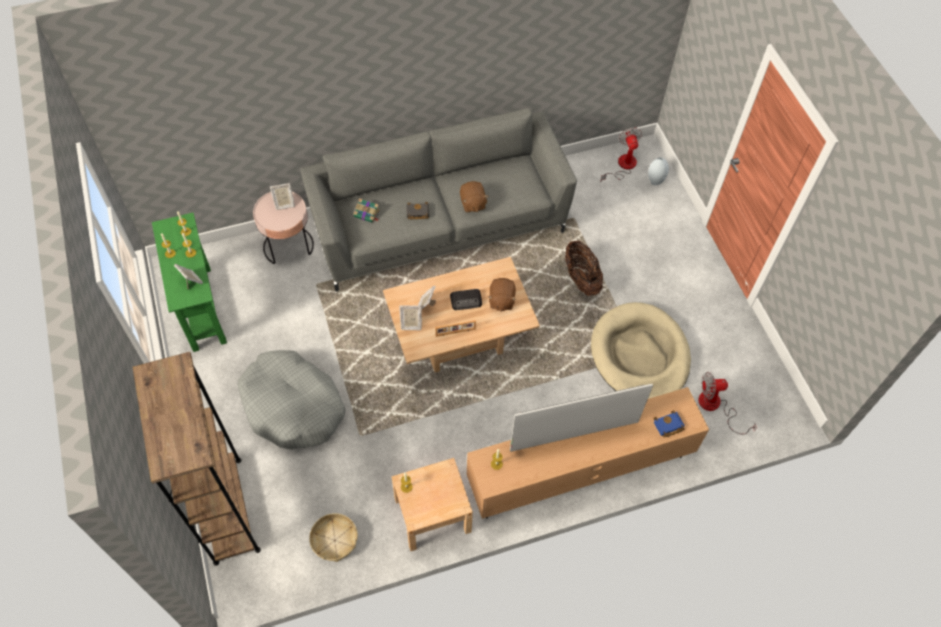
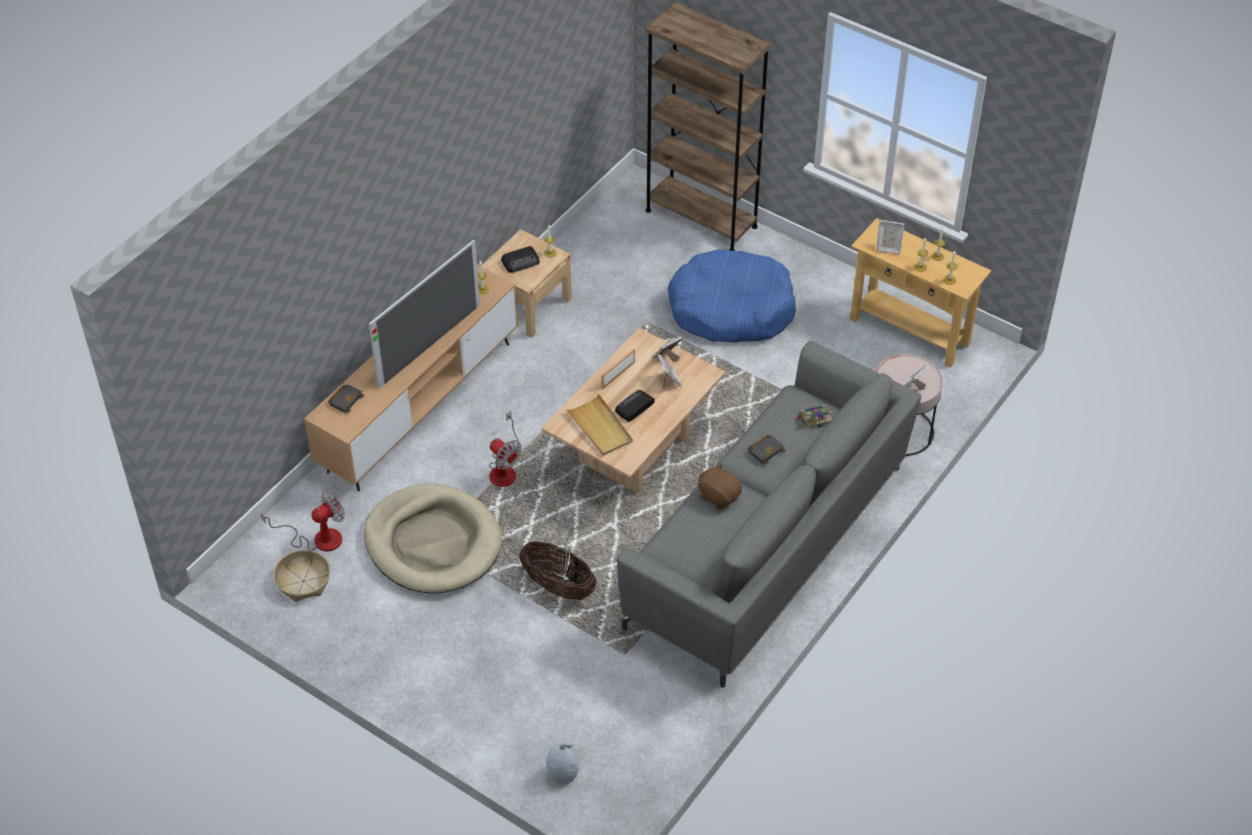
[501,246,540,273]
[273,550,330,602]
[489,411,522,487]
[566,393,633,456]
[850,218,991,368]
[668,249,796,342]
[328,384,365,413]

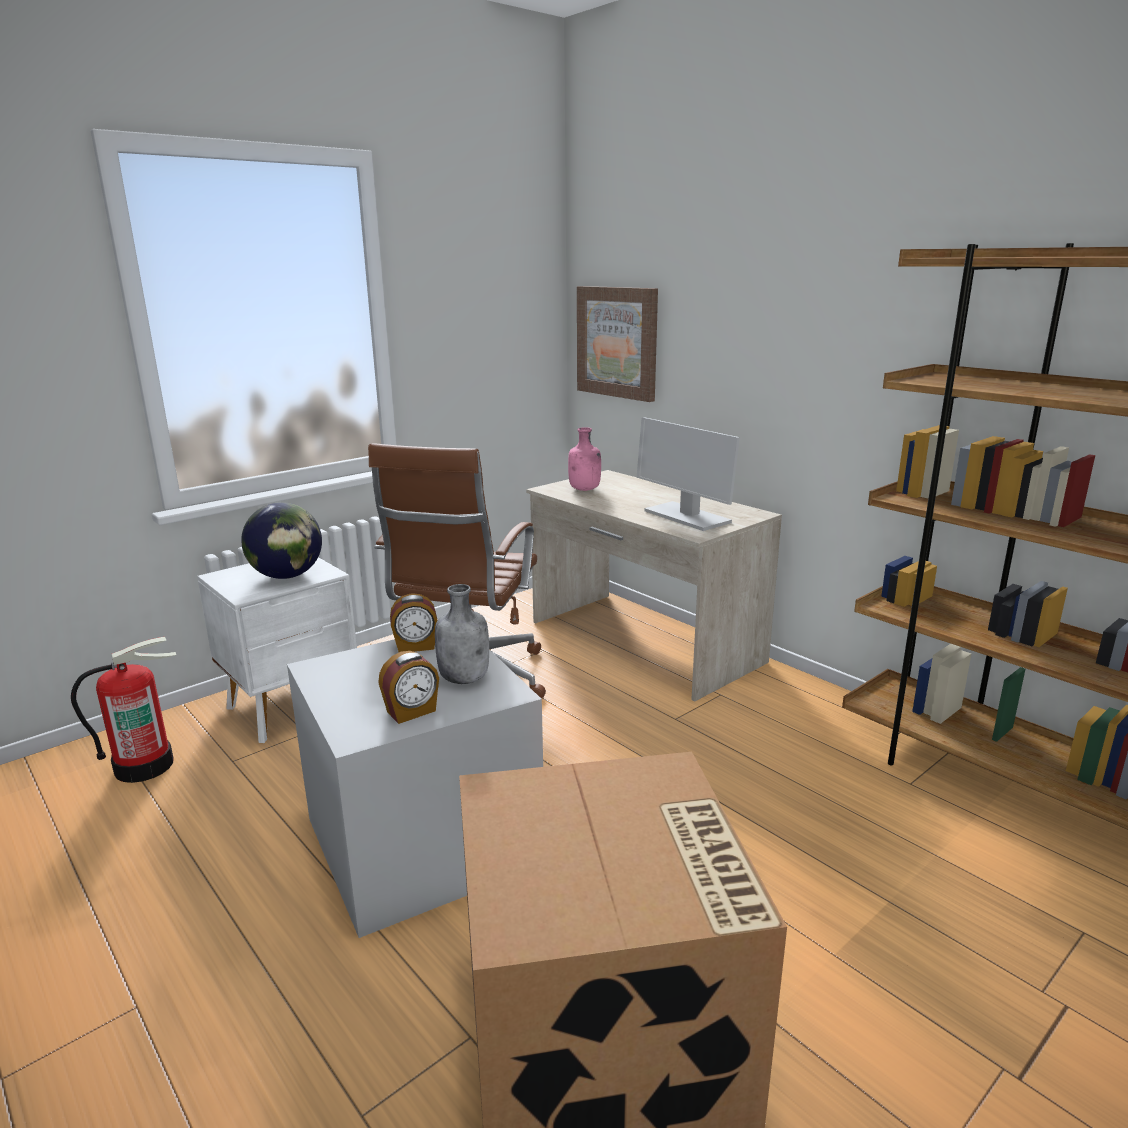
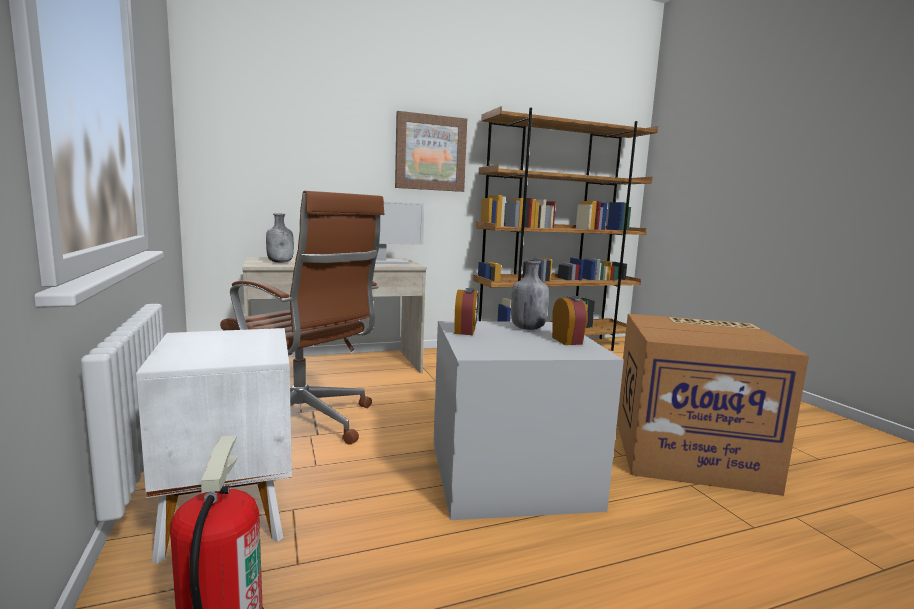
[241,502,322,579] (first image)
[395,111,467,192]
[266,213,294,263]

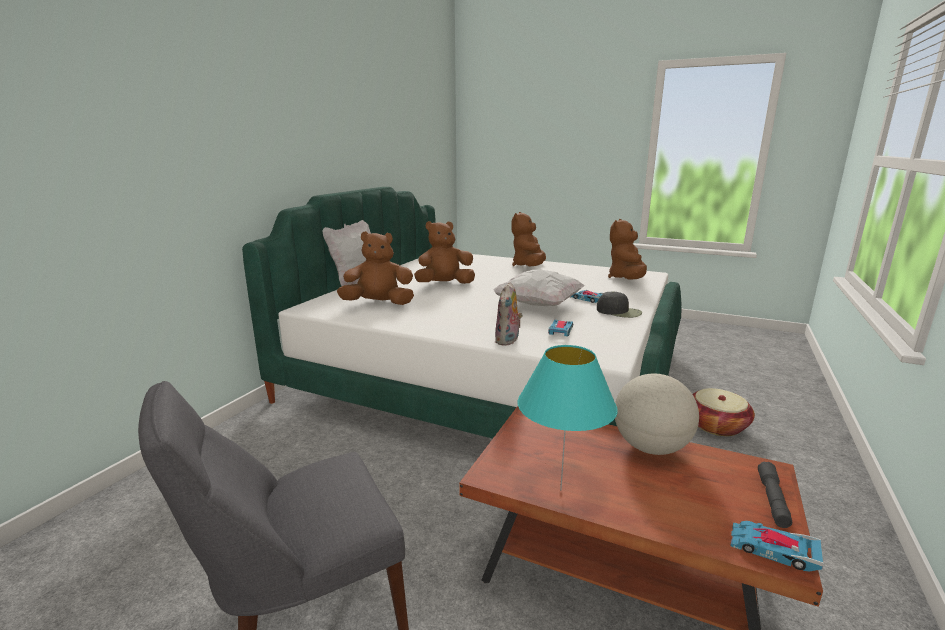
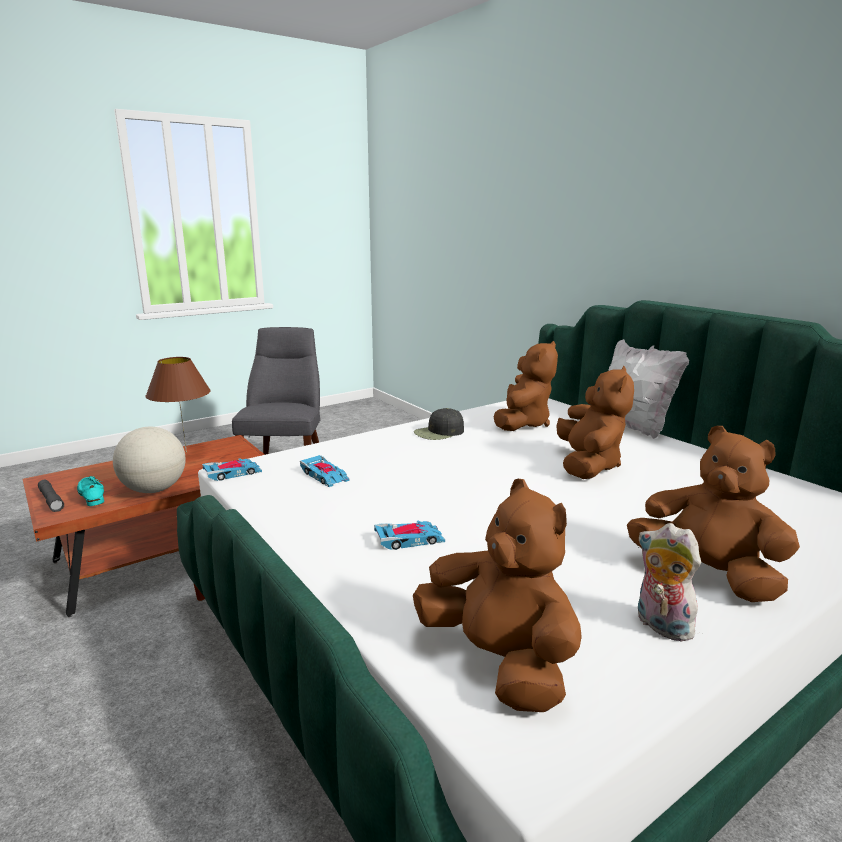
[493,270,585,306] (first image)
[692,388,755,436] (first image)
[77,476,104,506]
[638,523,701,642]
[414,408,464,440]
[202,458,262,481]
[146,357,211,453]

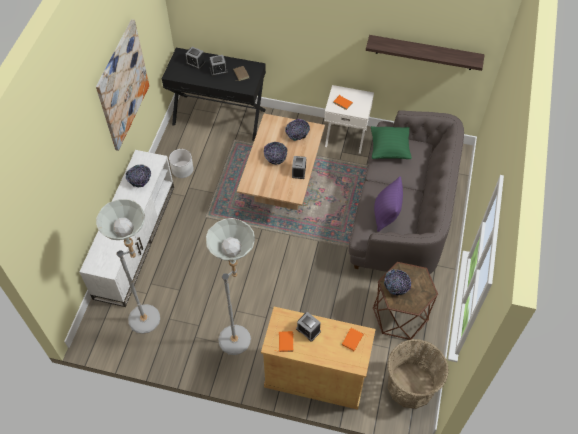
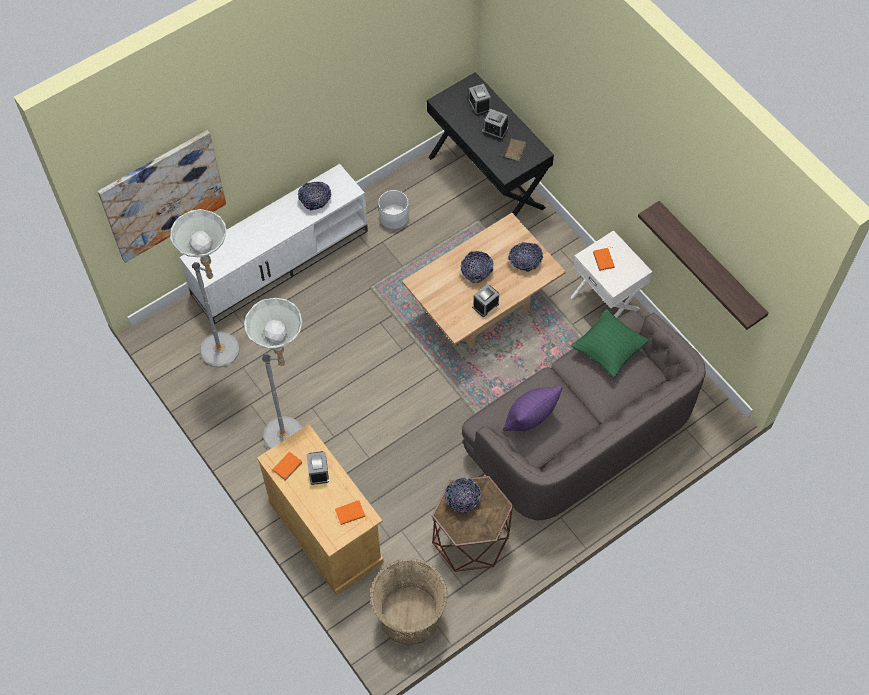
[98,130,226,263]

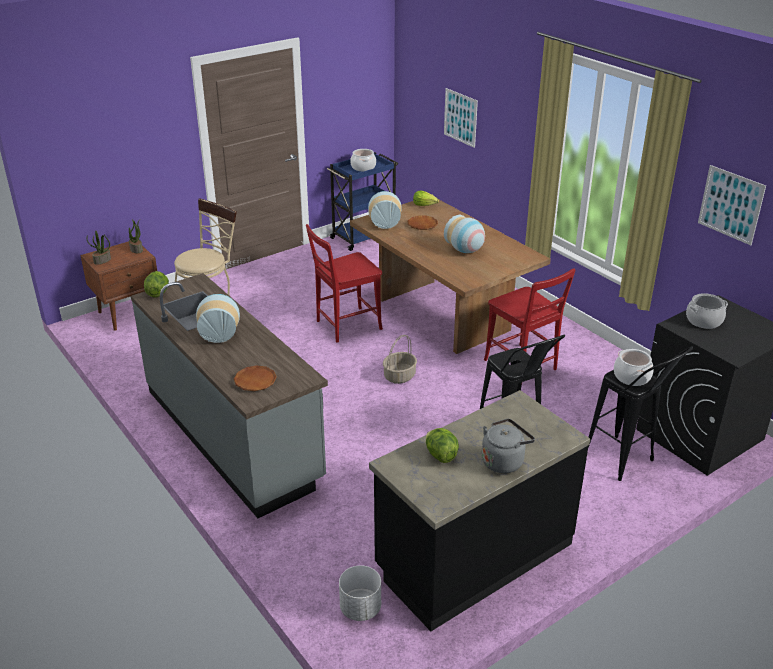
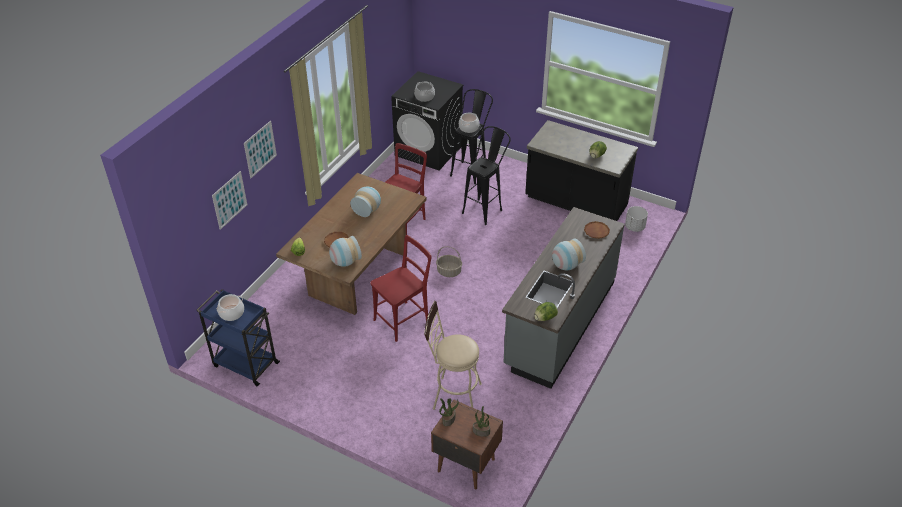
[482,419,535,473] (first image)
[244,121,277,178]
[370,235,431,342]

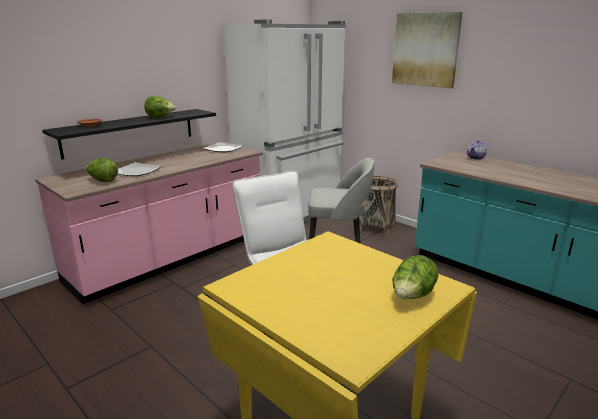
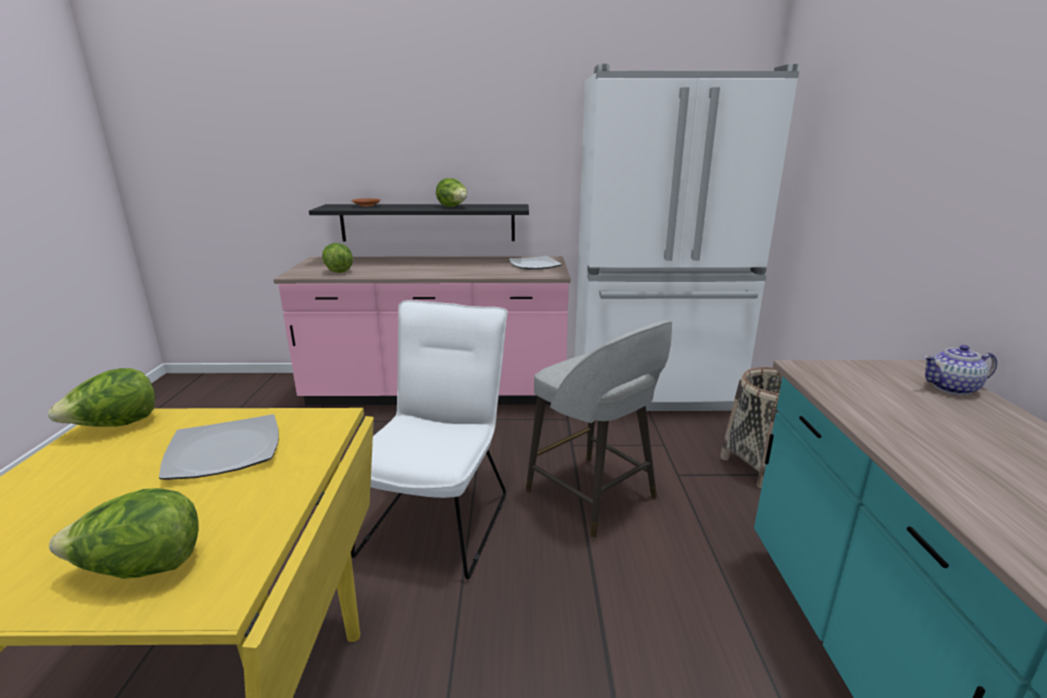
[392,12,463,89] (first image)
[48,368,155,427]
[159,414,279,480]

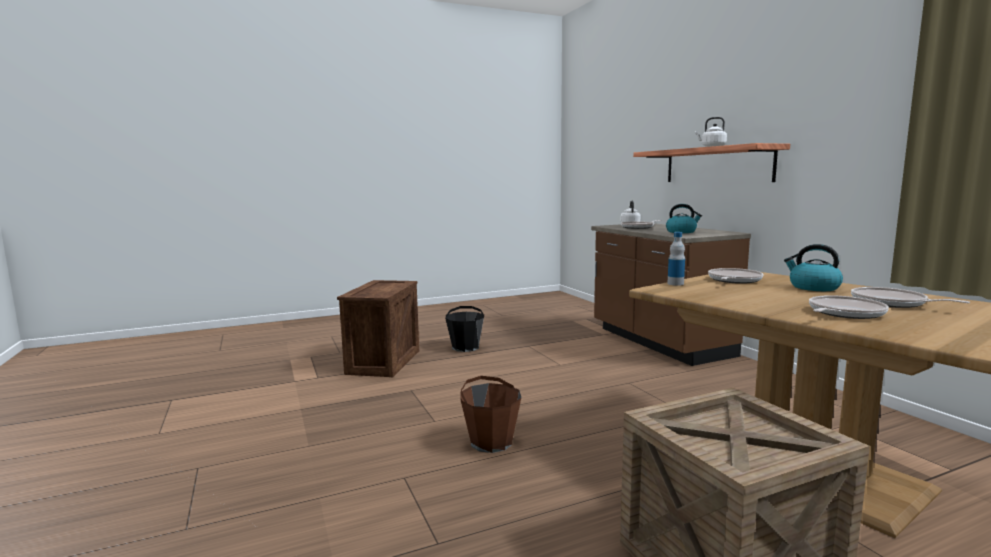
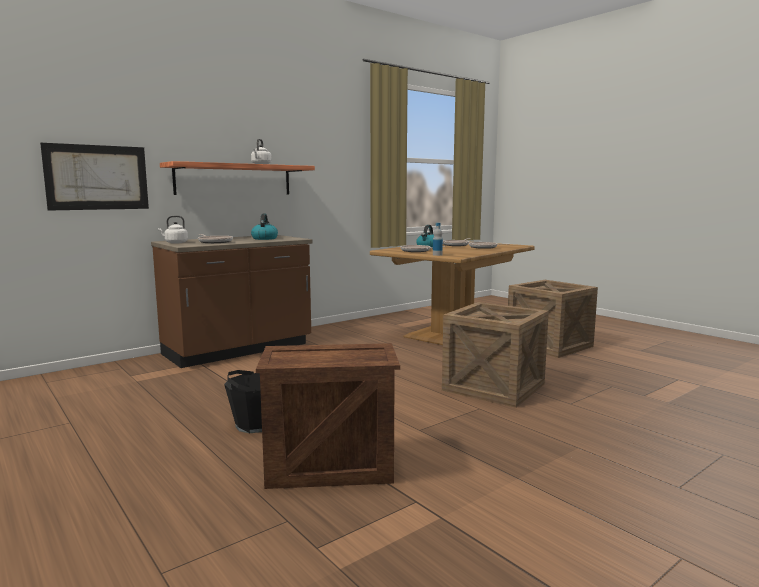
[40,143,149,211]
[442,302,549,408]

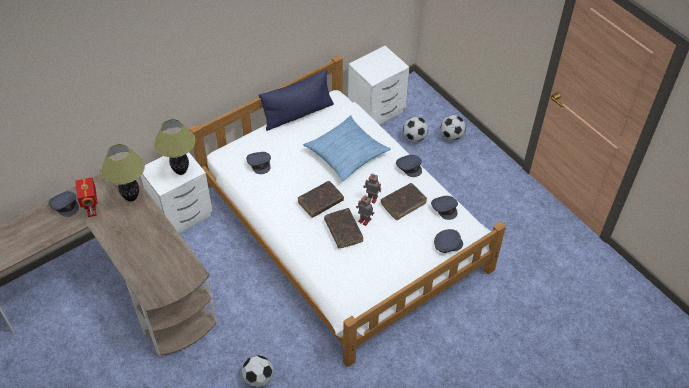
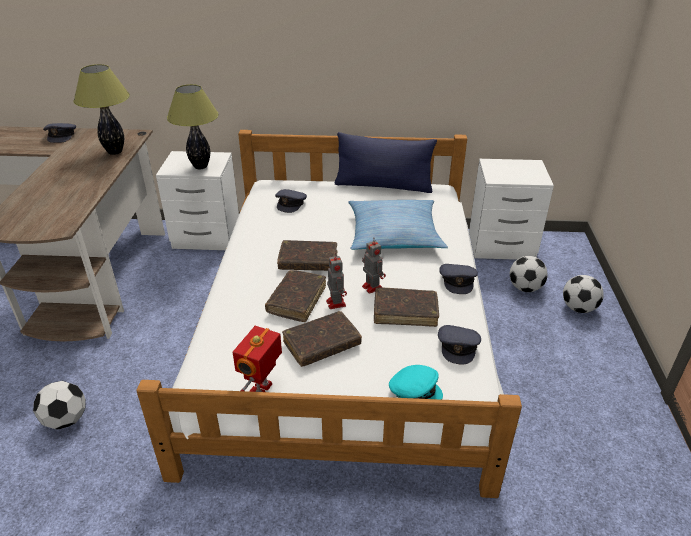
[282,311,362,367]
[233,326,282,392]
[389,365,443,400]

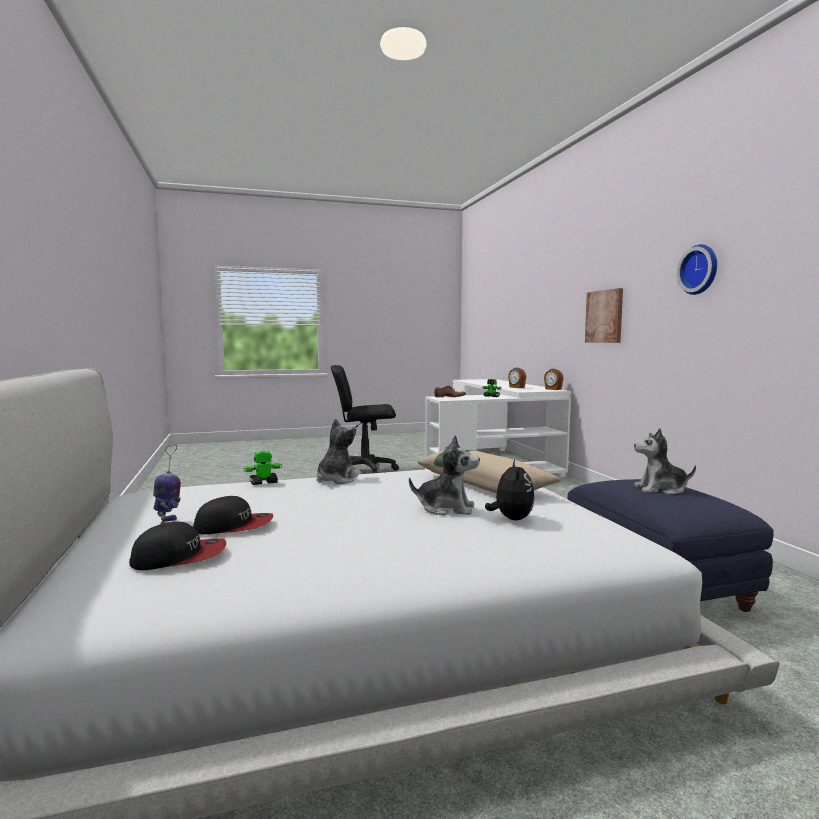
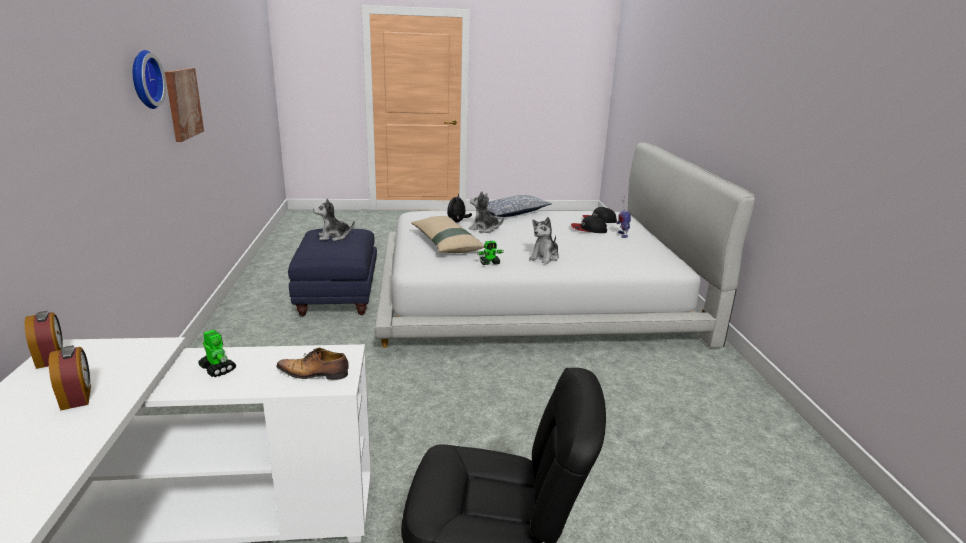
[475,195,552,217]
[478,241,504,265]
[165,68,204,142]
[313,199,355,241]

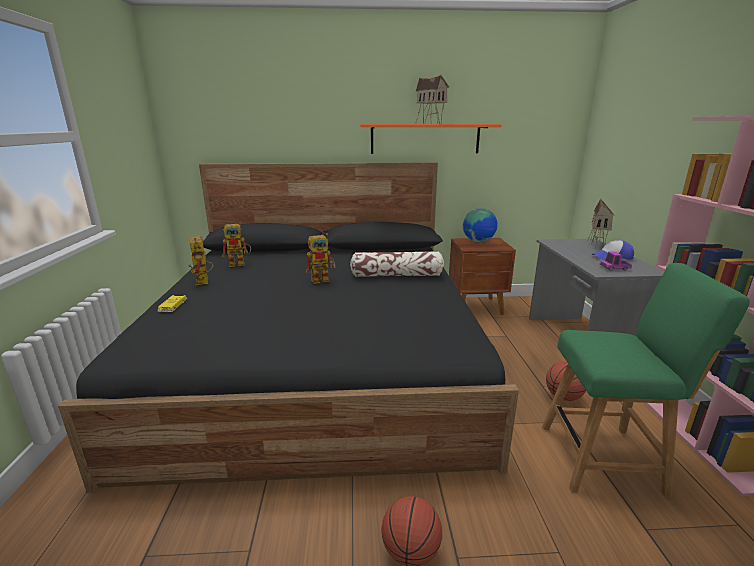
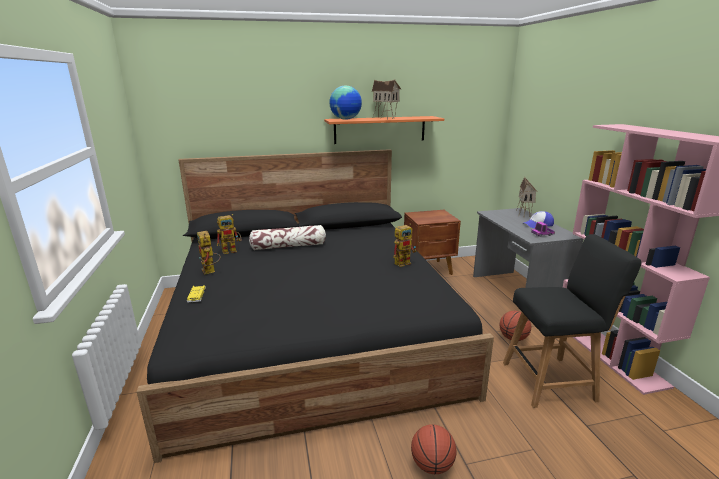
[393,223,417,267]
[249,225,326,250]
[329,85,362,120]
[503,234,641,408]

